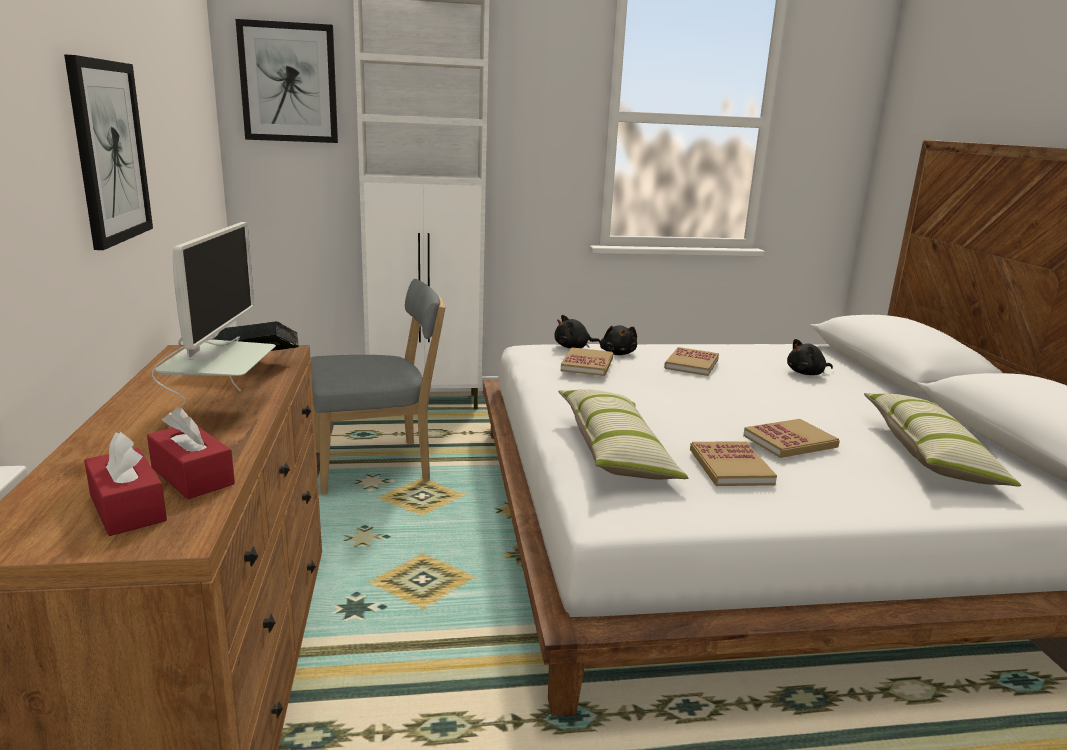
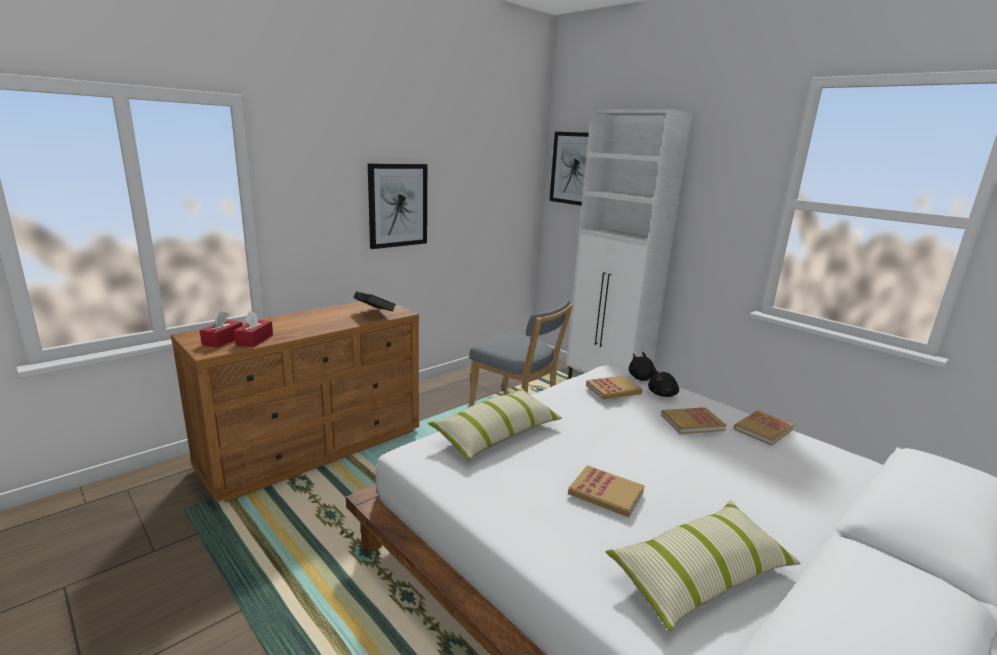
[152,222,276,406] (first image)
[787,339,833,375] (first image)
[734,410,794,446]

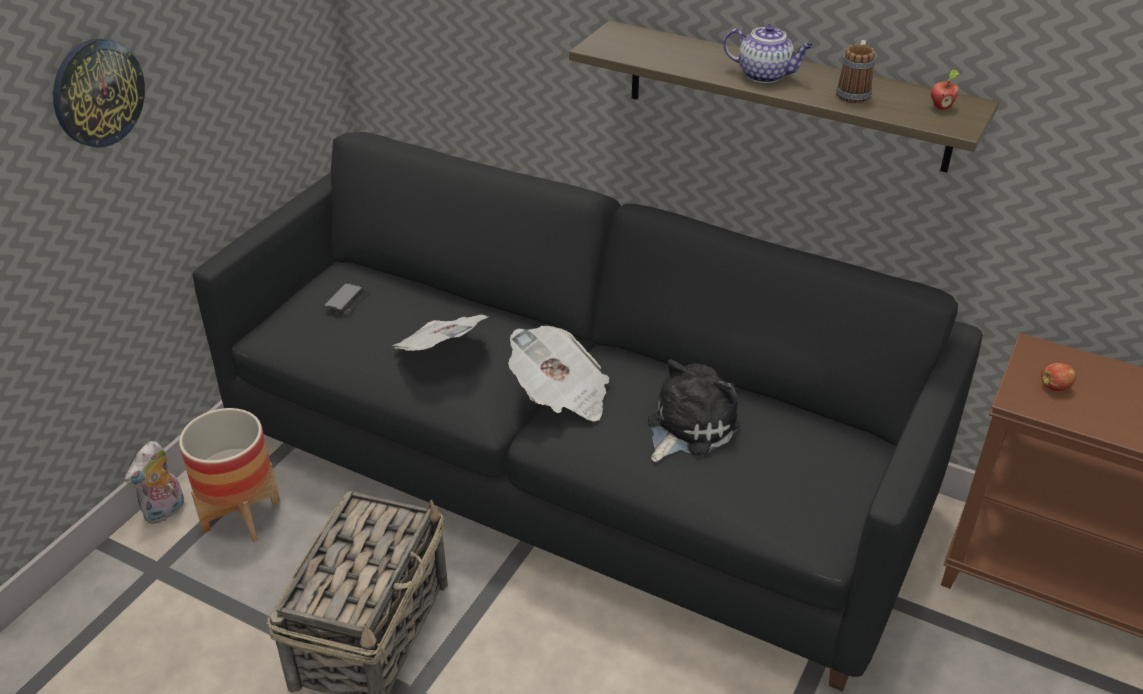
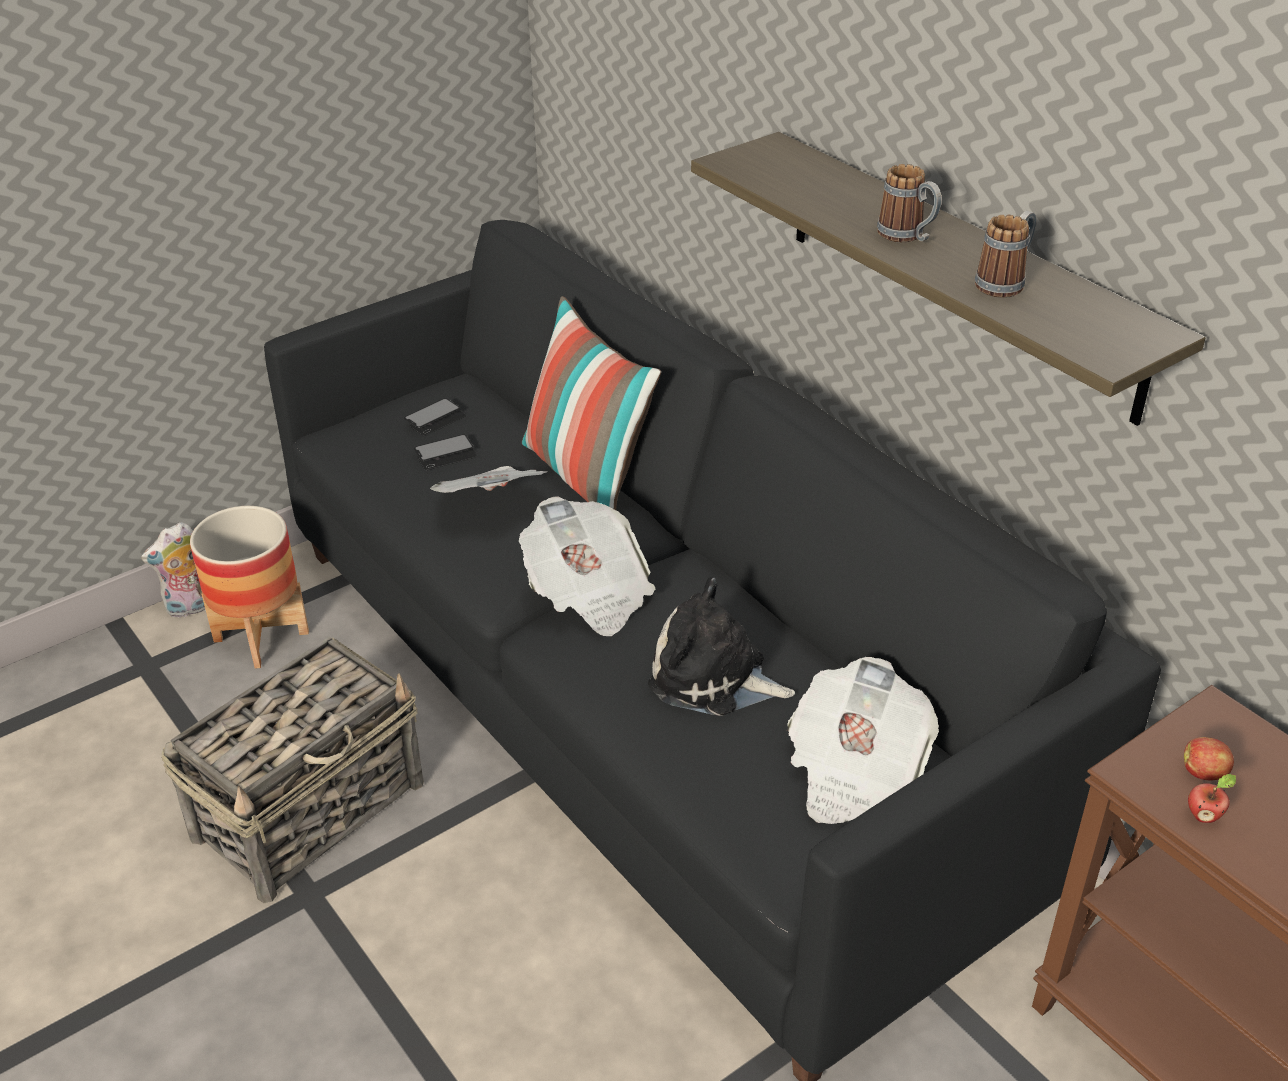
[53,38,145,148] (first image)
[414,434,477,470]
[522,296,661,510]
[787,657,939,824]
[1188,774,1236,823]
[877,164,942,243]
[648,577,795,716]

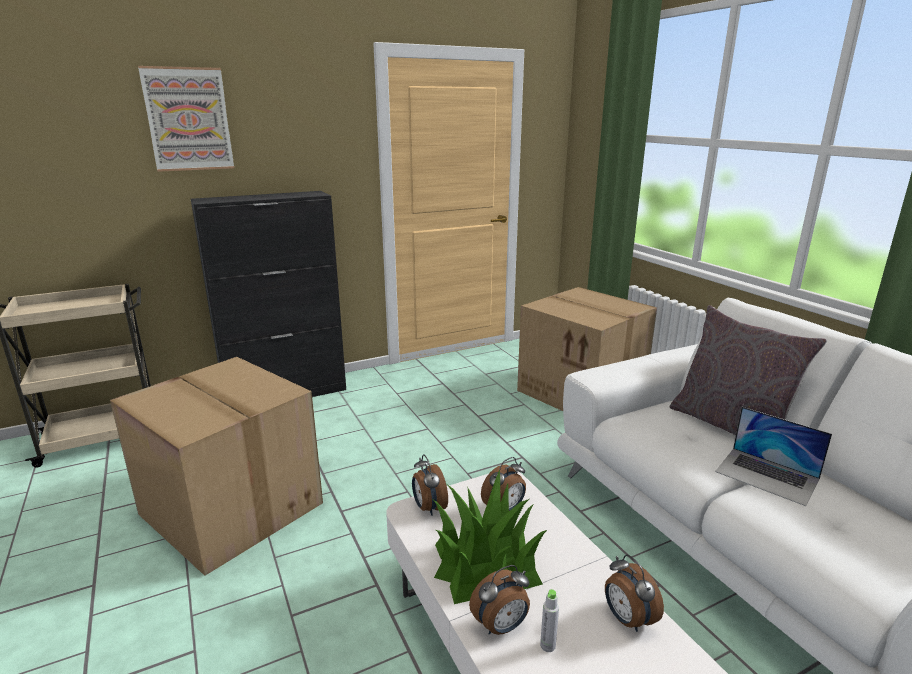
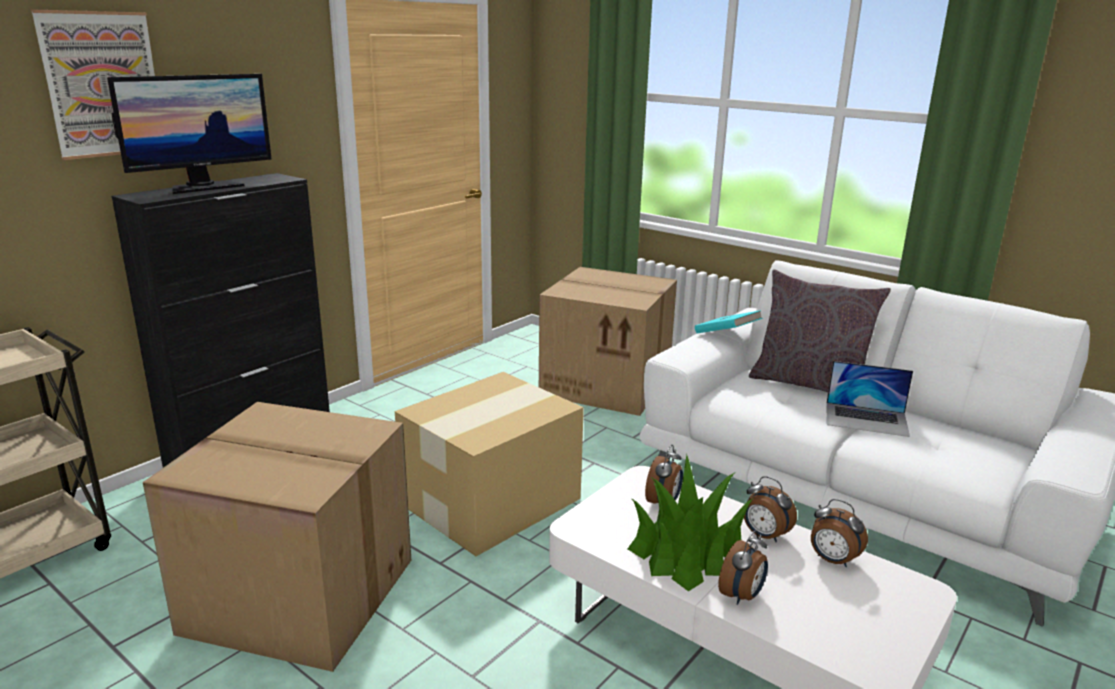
[540,589,559,652] (first image)
[107,74,272,194]
[395,372,584,556]
[695,310,763,333]
[744,476,797,542]

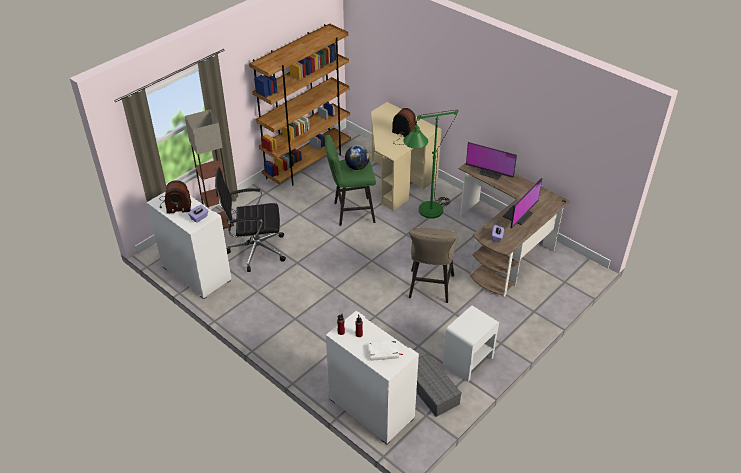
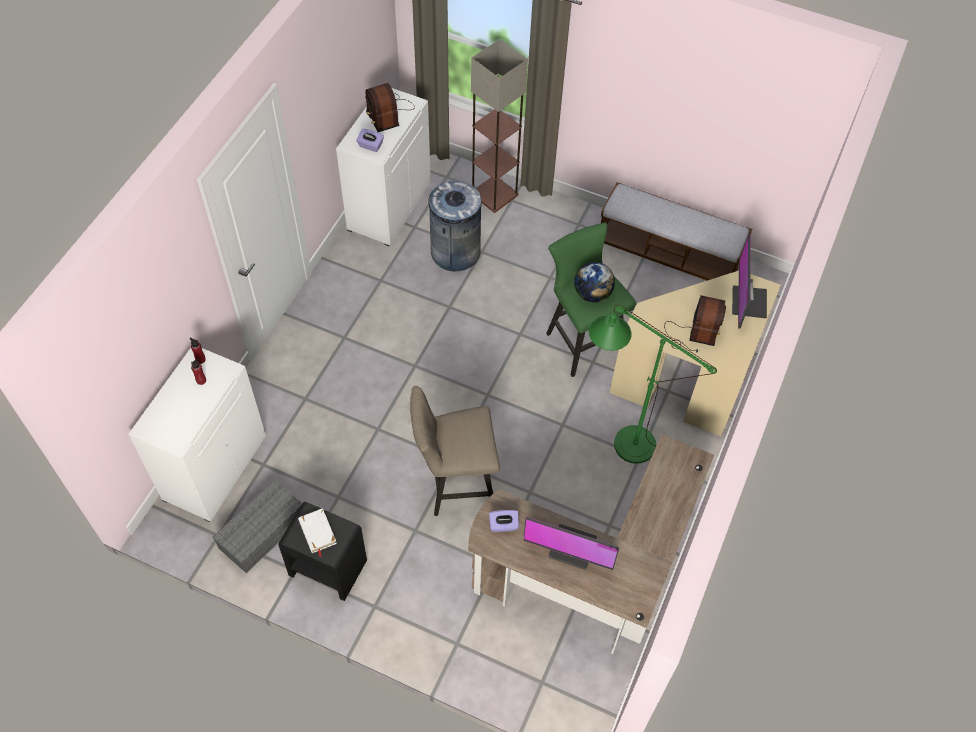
[298,508,337,557]
[732,234,767,329]
[427,180,482,271]
[601,182,752,281]
[278,502,367,601]

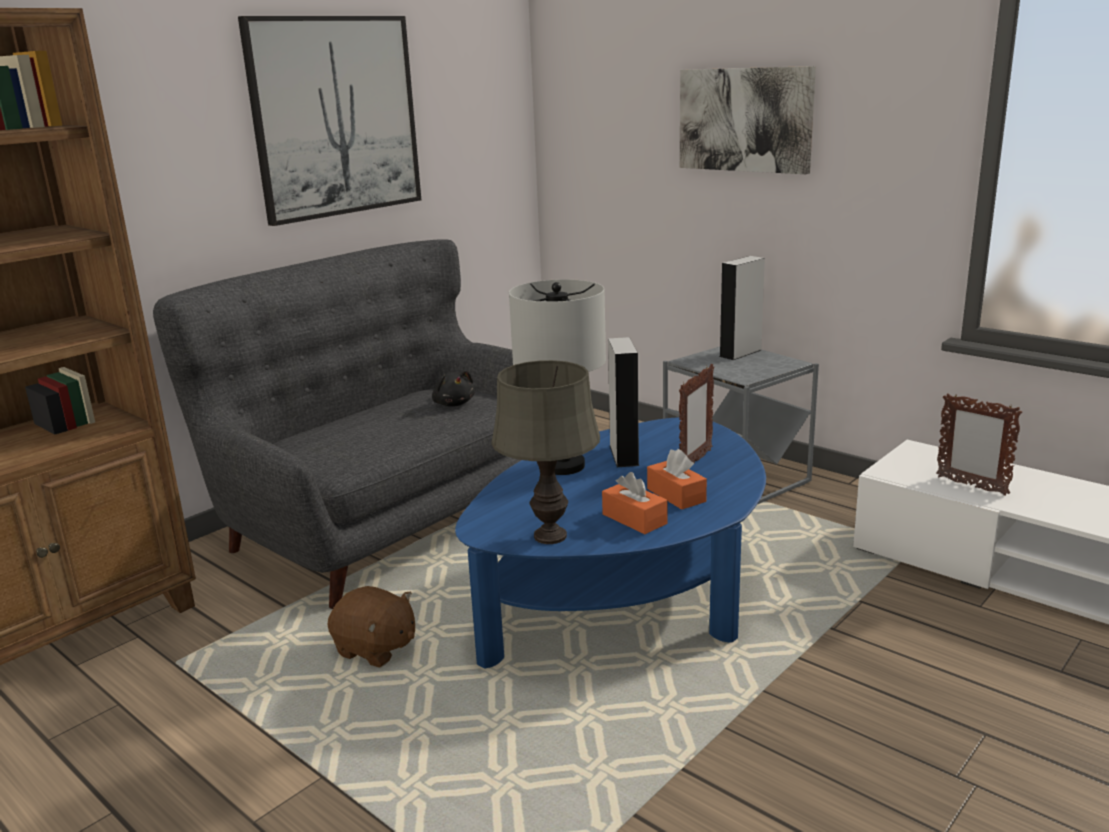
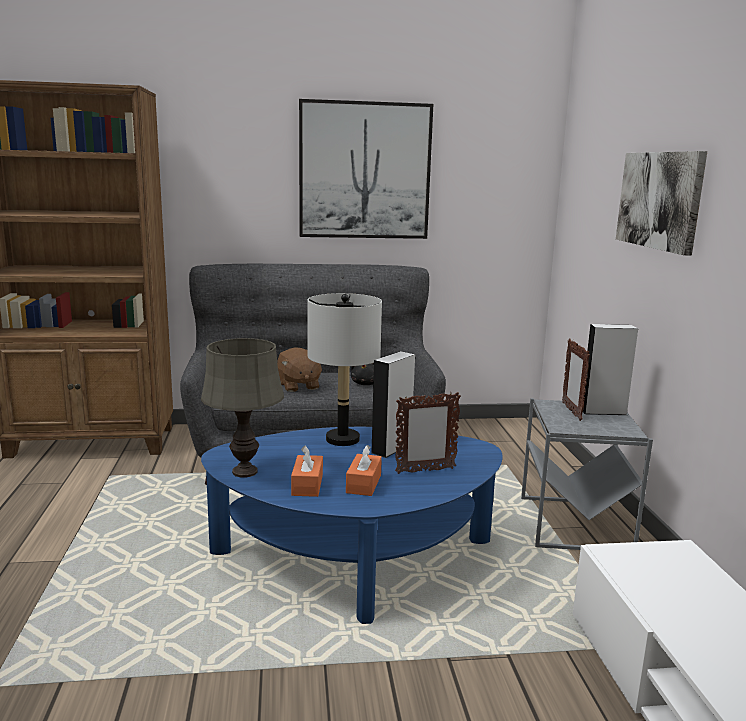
[277,347,322,392]
[562,339,590,421]

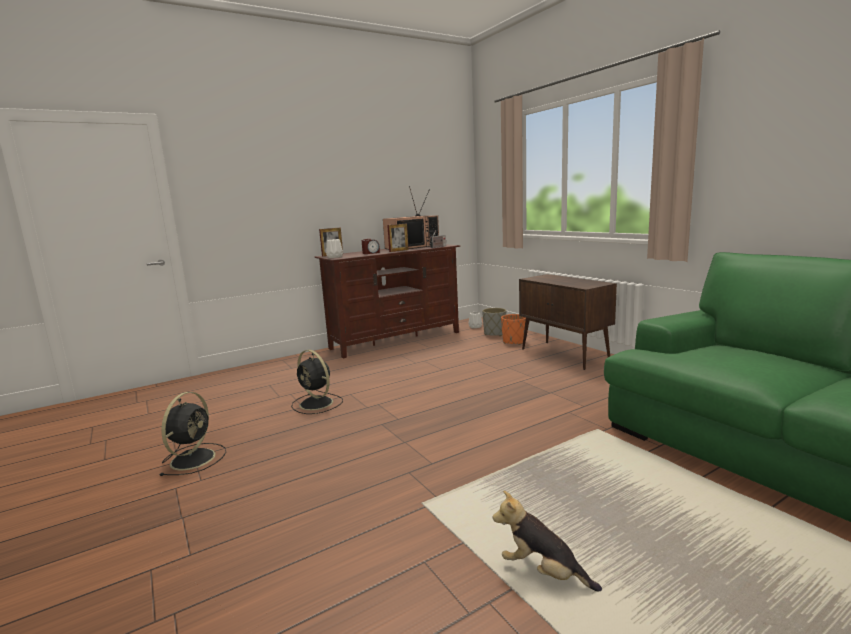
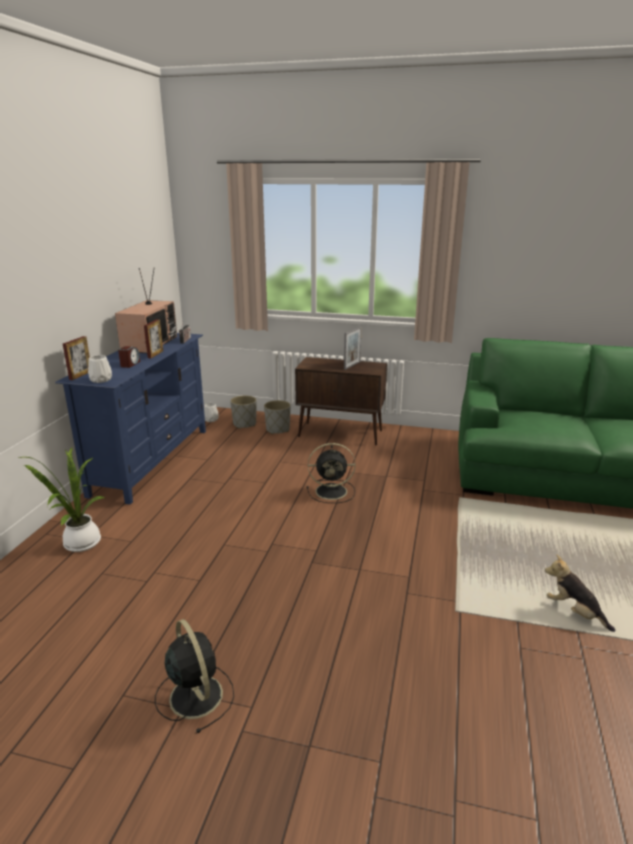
[18,447,105,552]
[344,326,361,370]
[307,443,356,503]
[55,333,206,505]
[264,400,291,434]
[545,554,616,632]

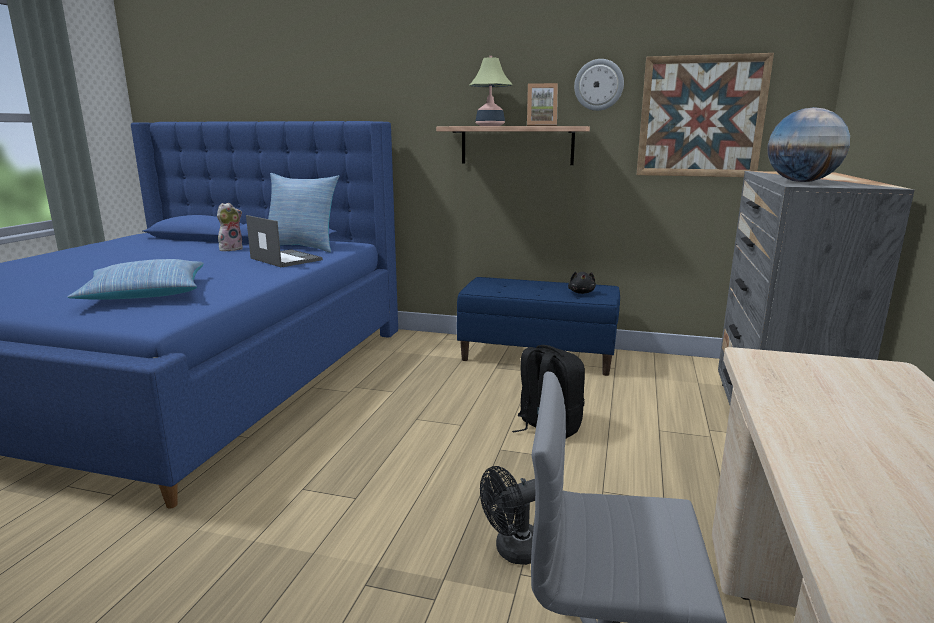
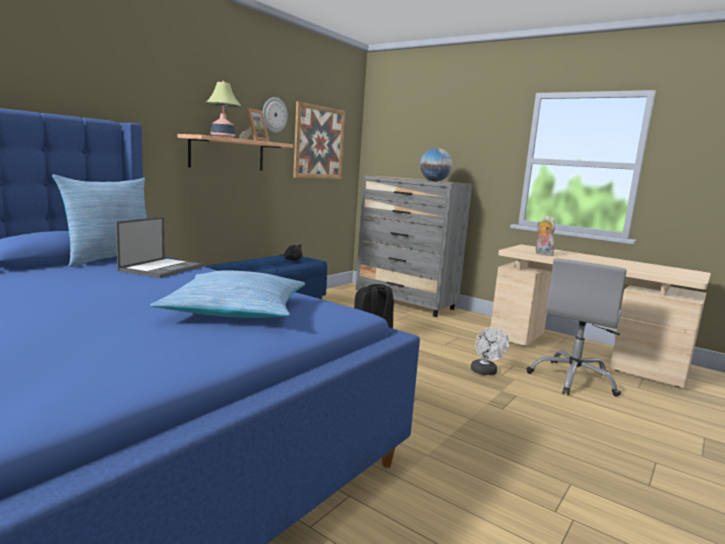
[536,216,555,256]
[471,327,509,375]
[116,217,203,278]

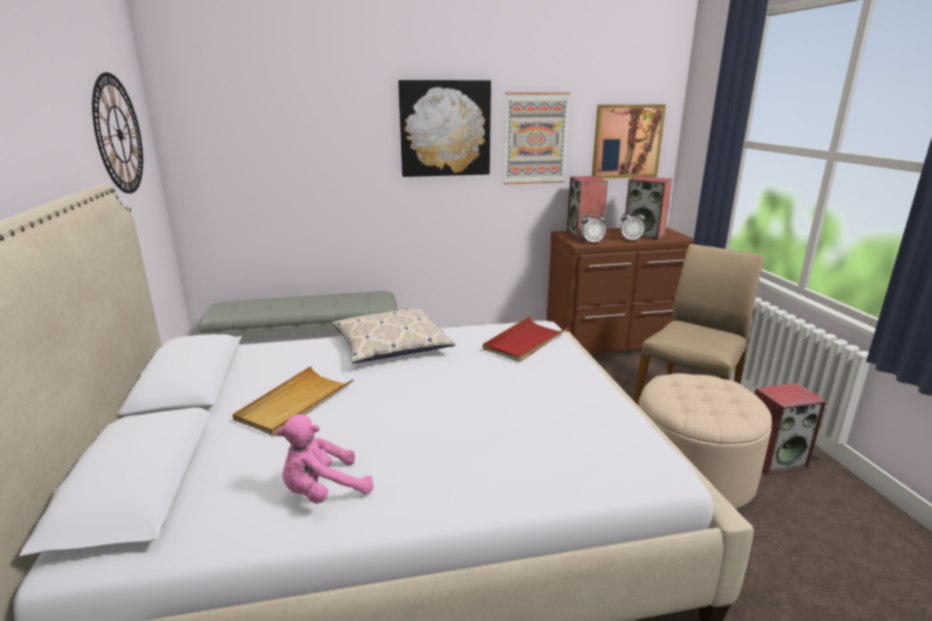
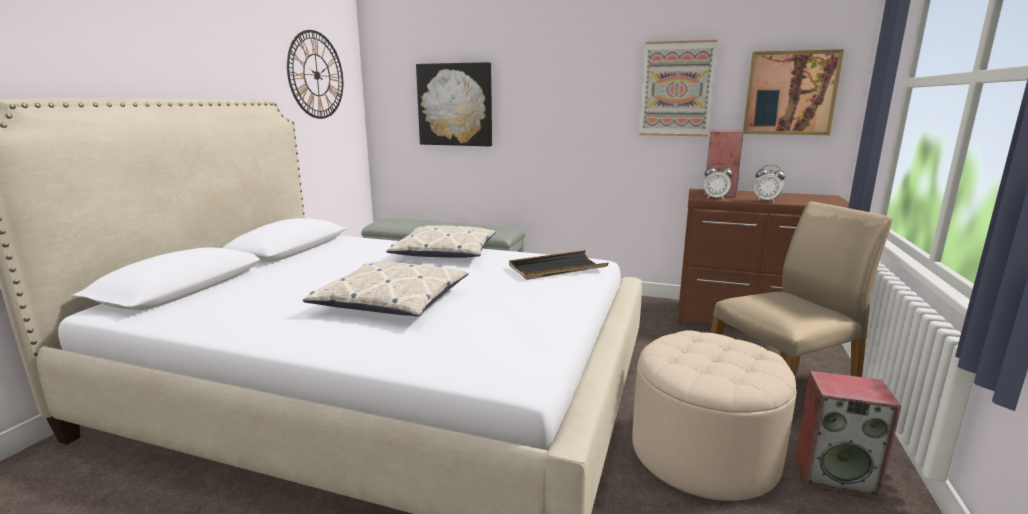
[233,366,354,436] (first image)
[276,414,374,504] (first image)
[625,176,672,240] (first image)
[303,262,469,317]
[416,62,492,146]
[509,250,608,280]

